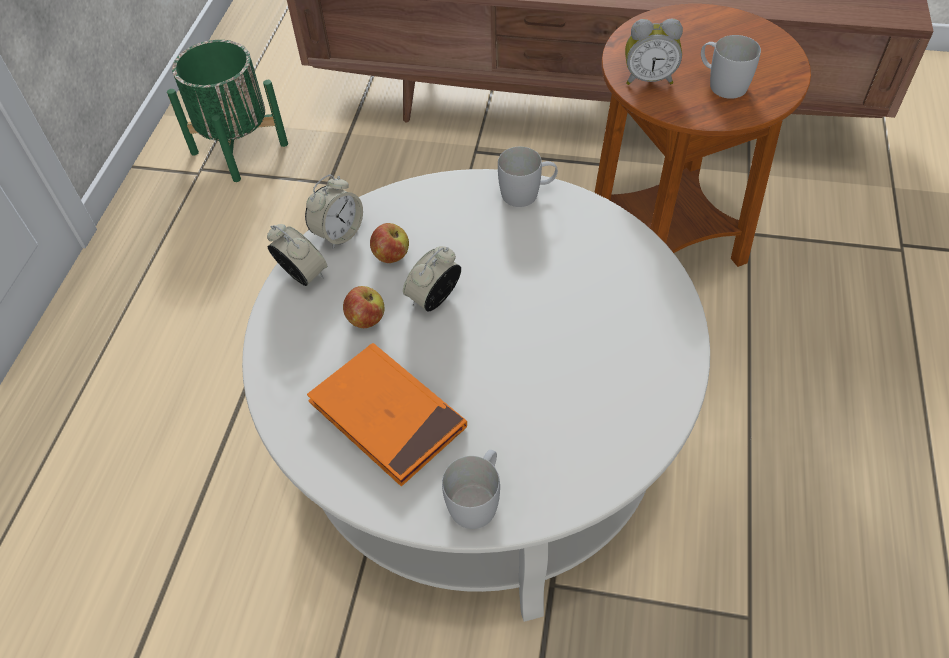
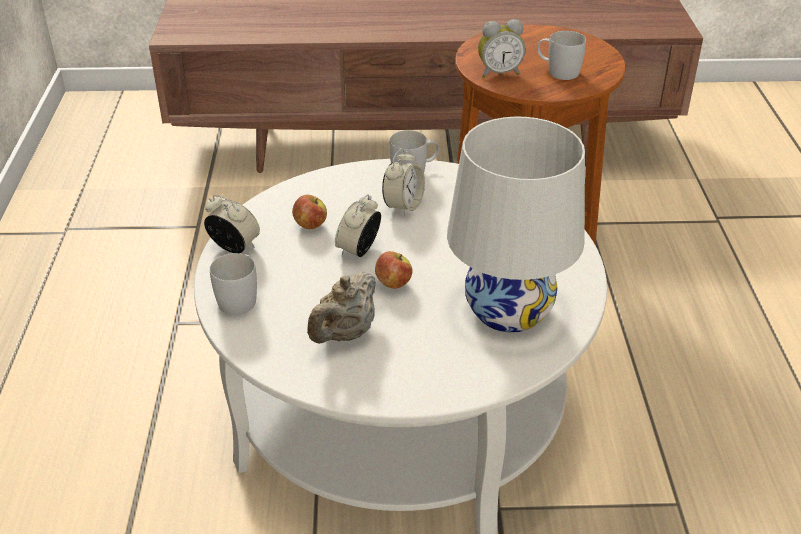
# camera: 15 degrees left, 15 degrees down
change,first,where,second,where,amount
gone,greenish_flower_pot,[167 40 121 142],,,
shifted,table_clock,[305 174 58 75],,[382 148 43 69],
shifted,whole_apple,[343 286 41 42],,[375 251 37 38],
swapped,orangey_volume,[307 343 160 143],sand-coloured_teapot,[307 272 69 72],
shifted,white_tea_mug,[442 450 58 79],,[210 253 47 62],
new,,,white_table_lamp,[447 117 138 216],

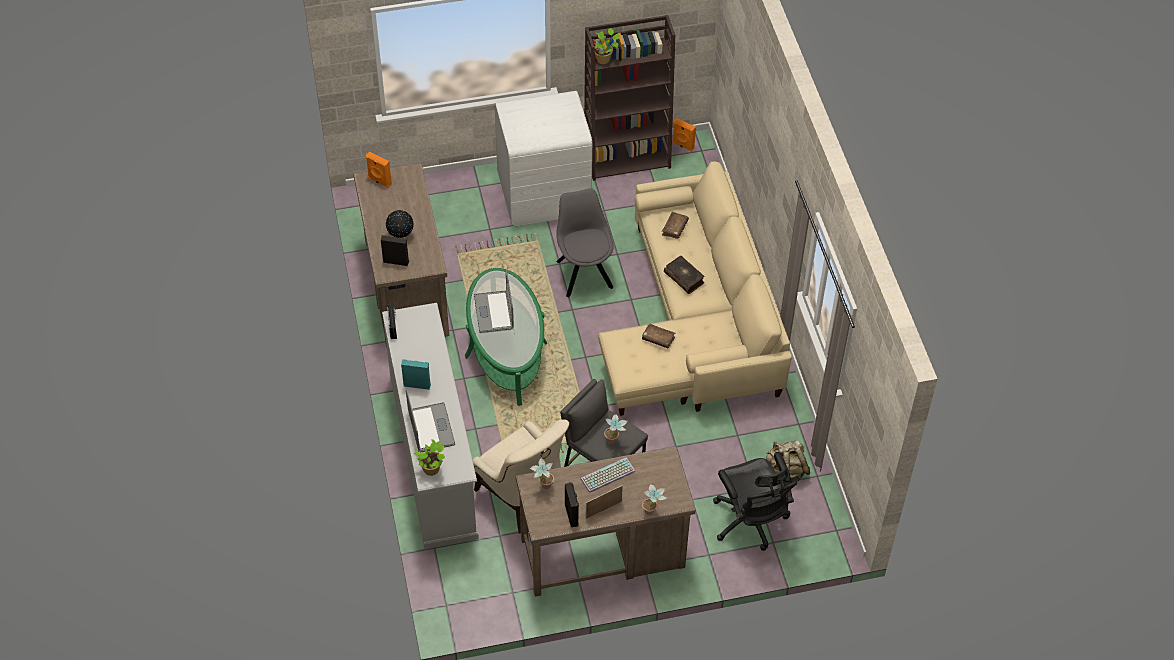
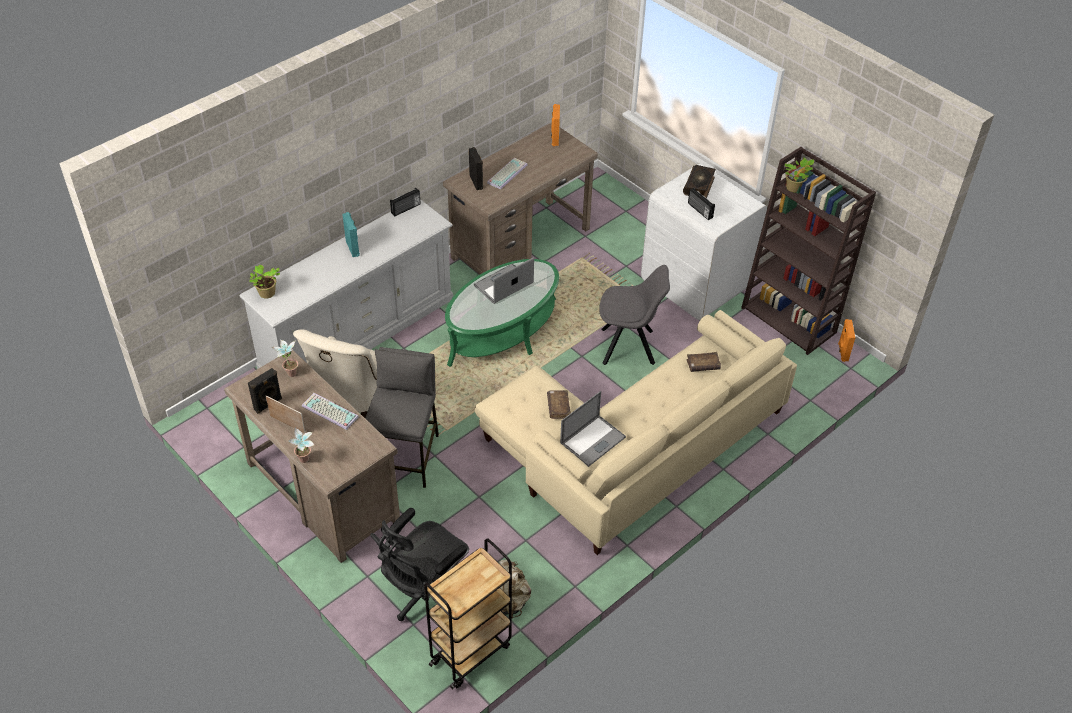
# camera: 60 degrees right, 5 degrees down
change,first,where,second,where,amount
rotated,gray_plain_chair,[556 189 57 108],,[599 265 71 100],45 degrees clockwise
swapped,world_globe,[386 210 28 28],PC_keyboard,[487 158 41 32],
shifted,volume,[664 256 40 38],,[683 165 33 33],
shifted,laptop,[406 389 49 63],,[560 391 66 76],
gone,potted_plant,[604 414 24 30],,,
new,,,radio_set,[688 188 27 32],
new,,,brown_trolley,[424 538 88 152],

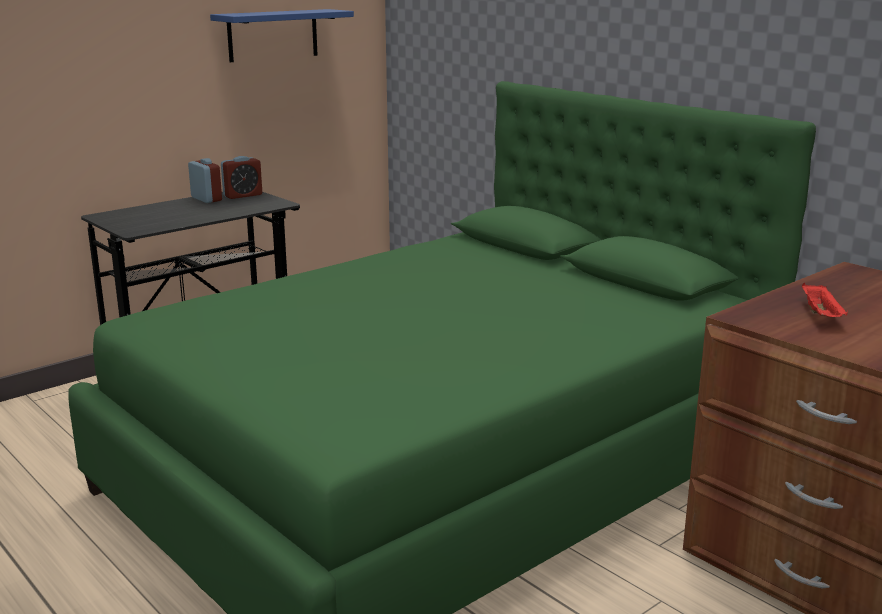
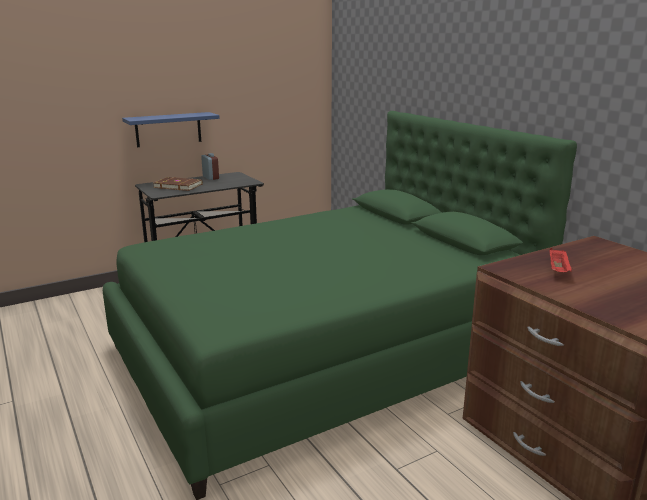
# camera: 10 degrees right, 0 degrees up
change,first,where,second,where,amount
shifted,blue-coloured_bracket_shelf,[210 9 144 53],,[122 112 98 35],
gone,table_clock,[221 156 41 43],,,
new,,,brown_volume,[153 177 50 14],

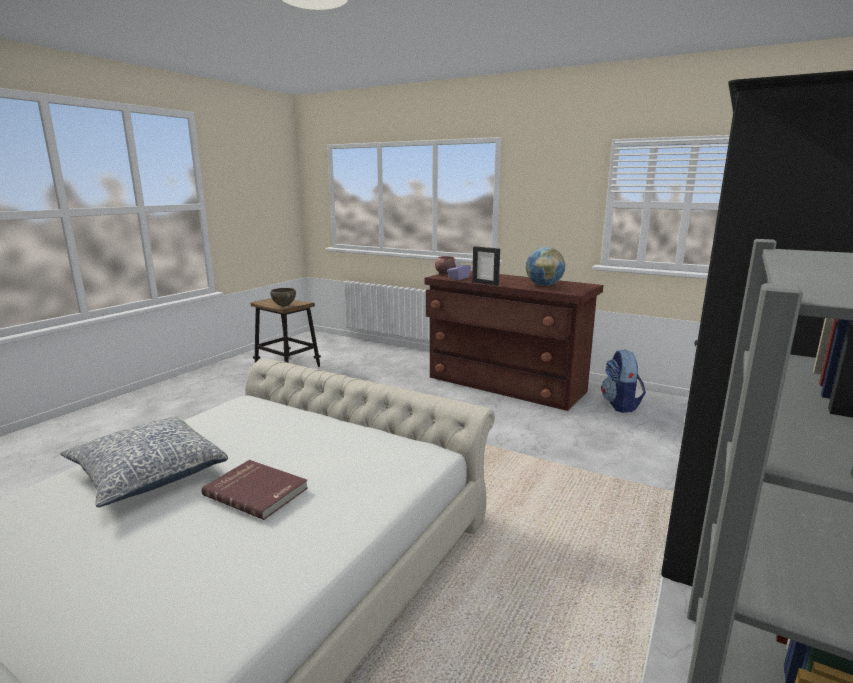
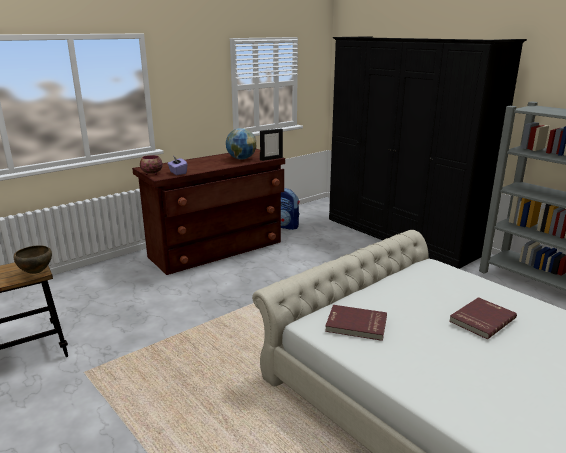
# camera: 70 degrees left, 5 degrees up
change,first,where,second,where,amount
shifted,photo_frame,[472 246 28 40],,[260 129 23 32],
gone,throw_pillow,[60 417 168 90],,,
new,,,red_volume,[325 305 62 36],

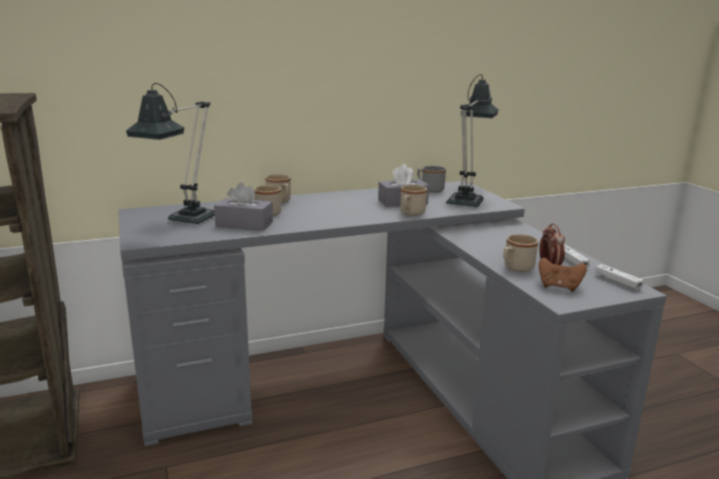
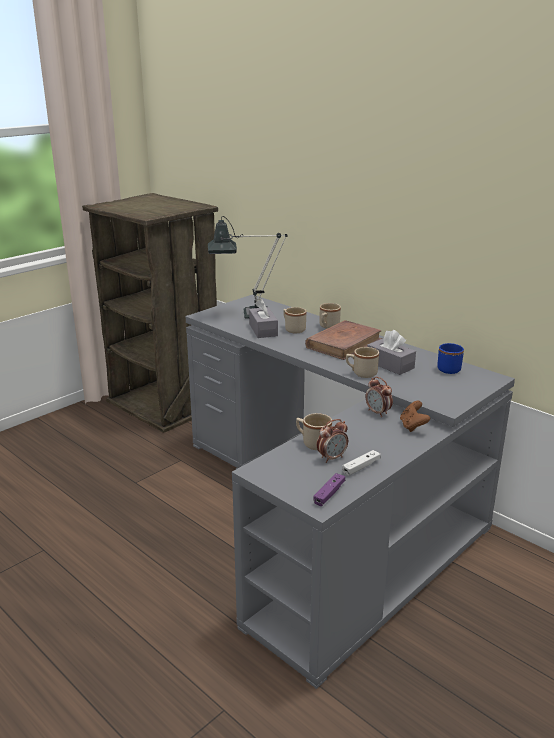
# camera: 65 degrees right, 5 degrees up
change,first,where,second,where,amount
gone,table_lamp,[446 74 53 134],,,
repainted,gray_tea_mug,[417 166 29 27],blue-coloured_tea_mug,[437 343 27 31],
shifted,brown_gamepad,[539 258 48 34],,[400 401 30 31],
repainted,white_gamepad,[595 264 49 26],purple_gamepad,[313 473 32 33],
new,,,brown_volume,[305 320 77 40],
new,,,table_clock,[365 377 28 40],

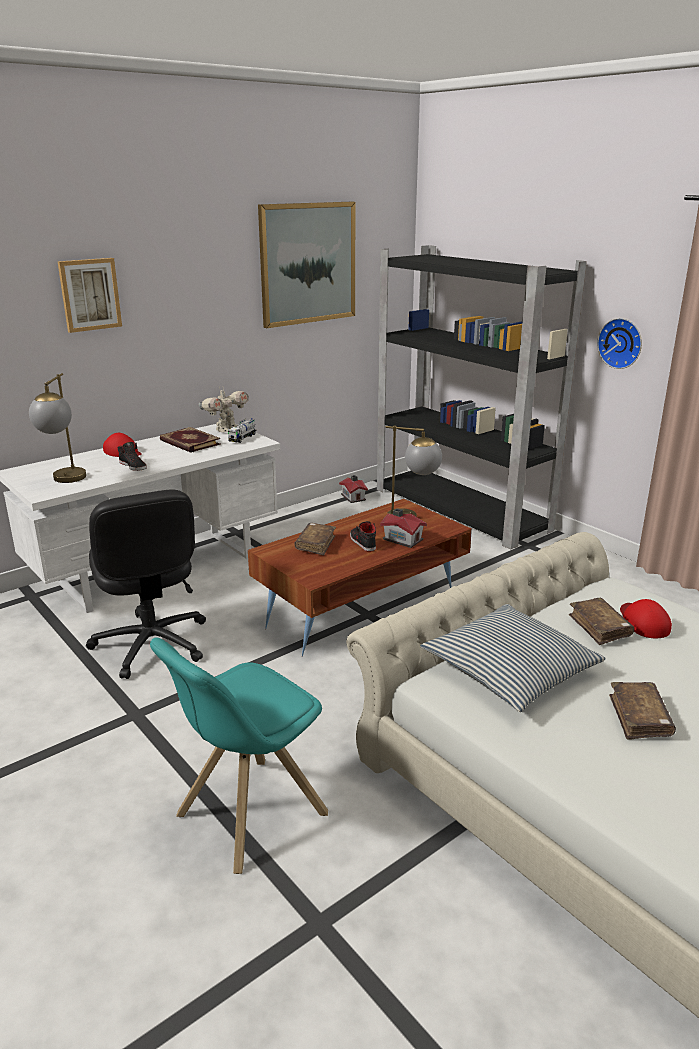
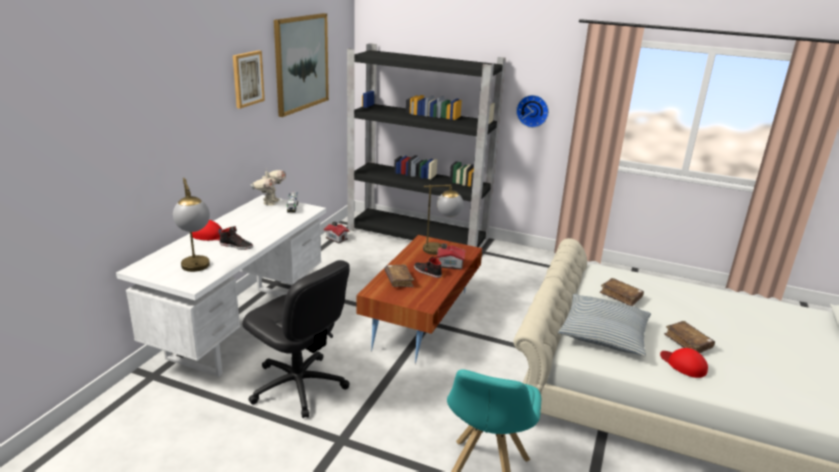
# camera: 30 degrees left, 0 degrees up
change,first,where,second,where,amount
shifted,wall_picture,[58 258 64 75],,[233 50 32 59],
gone,volume,[160 427 61 26],,,
shifted,red_peaked_cap,[620 599 52 39],,[660 348 48 30],

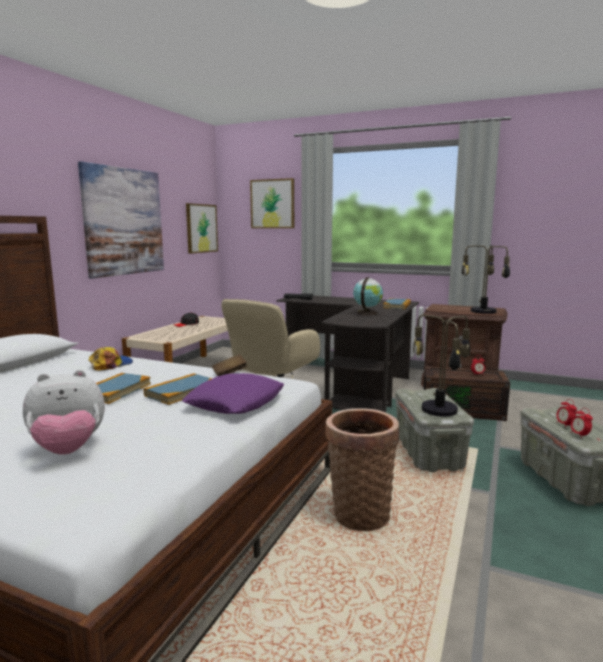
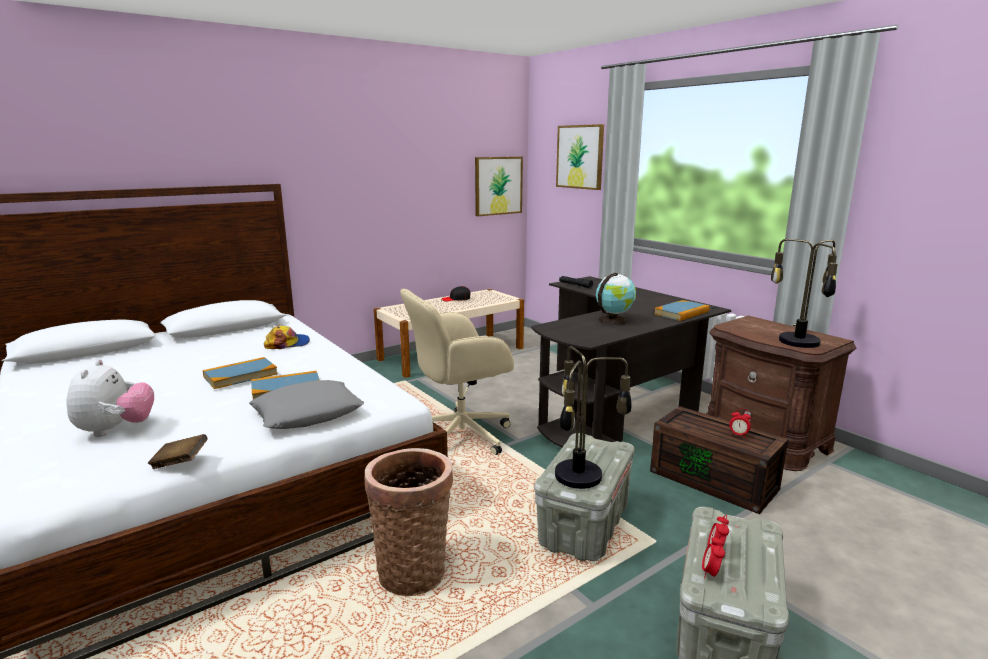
# camera: 30 degrees right, 5 degrees up
change,first,where,second,where,amount
gone,wall_picture,[78 161 86 118],,,
shifted,brown_volume,[212 354 35 22],,[148 434 60 35],
rotated,plush_toy,[23 370 82 85],,[66 360 88 77],105 degrees counterclockwise
repainted,purple_throw_pillow,[182 373 102 41],gray_throw_pillow,[249 380 115 49],

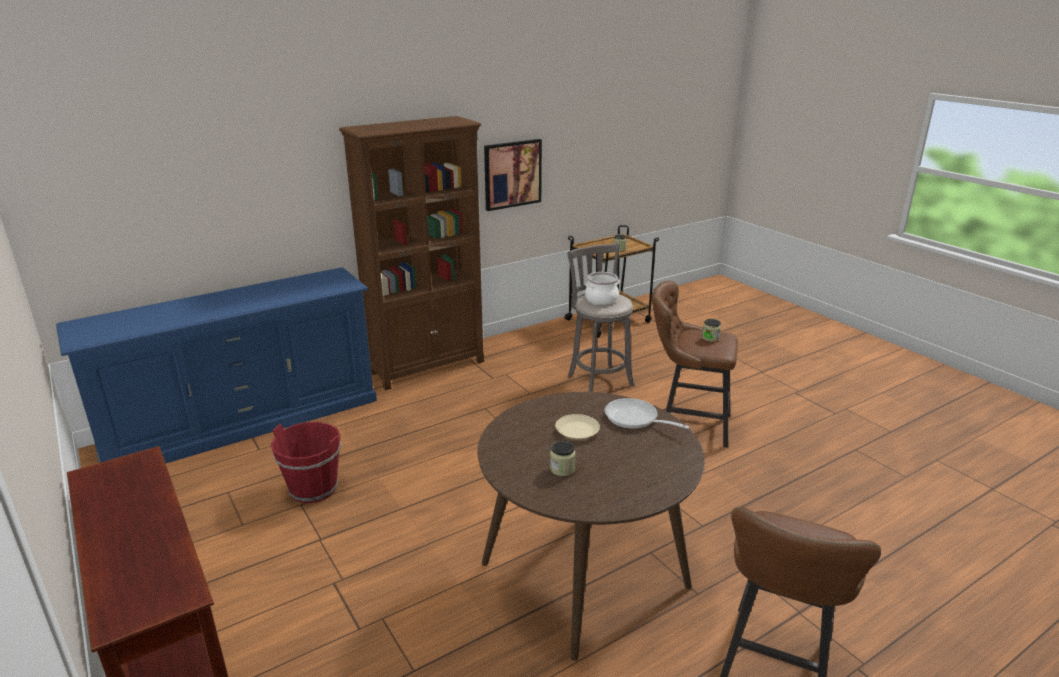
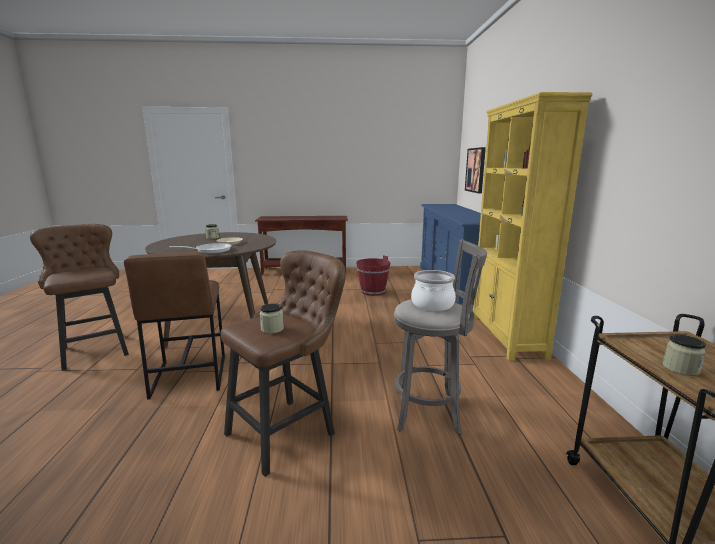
# camera: 120 degrees right, 10 degrees down
change,first,where,second,where,amount
repainted,brown_shelving_unit,[339 116 145 274],yellow-coloured_shelving_unit,[472 92 121 269],
shifted,wall_picture,[484 139 58 72],,[465 147 21 47],
new,,,brown_plain_chair,[124 252 101 148],

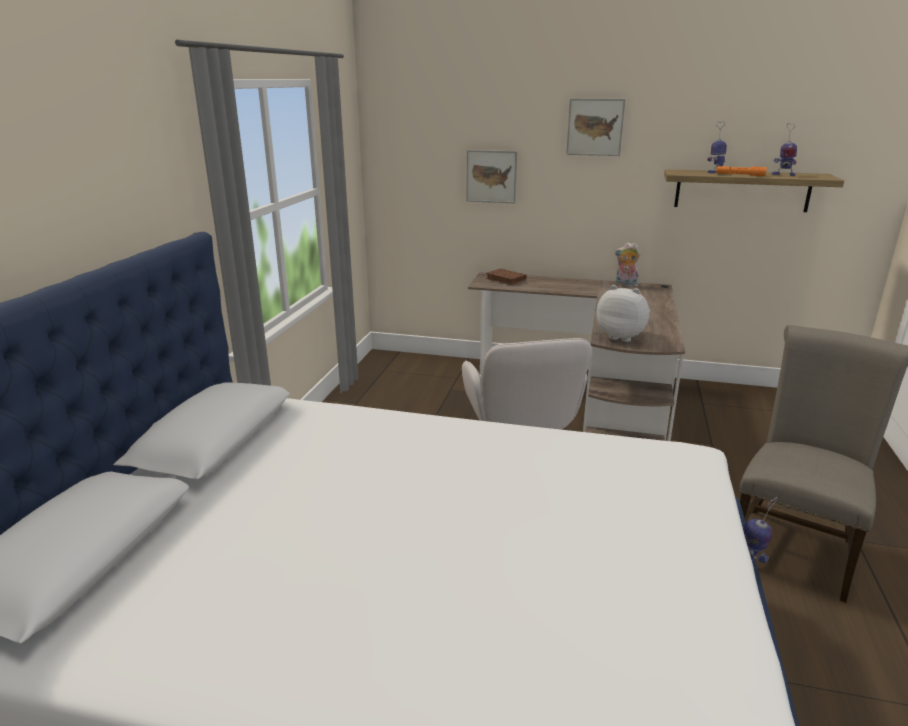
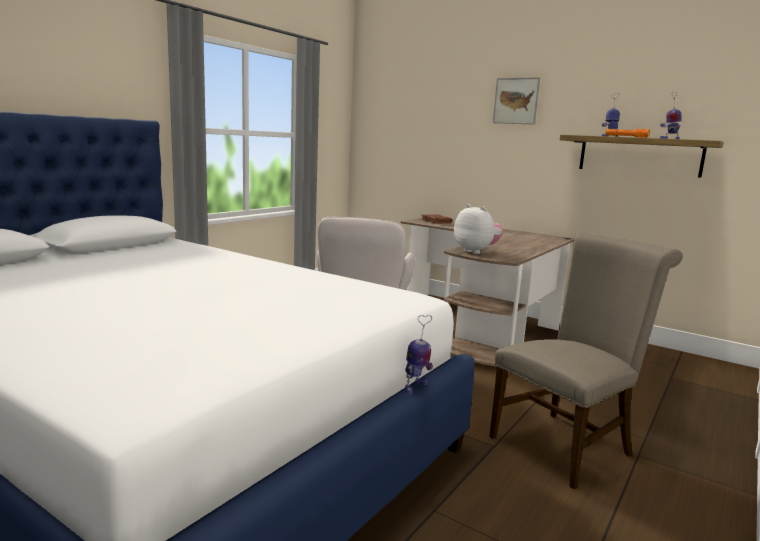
# camera: 20 degrees right, 10 degrees down
change,first,where,second,where,amount
gone,wall_picture,[466 150 51 53],,,
gone,plush_toy,[615 242 25 45],,,

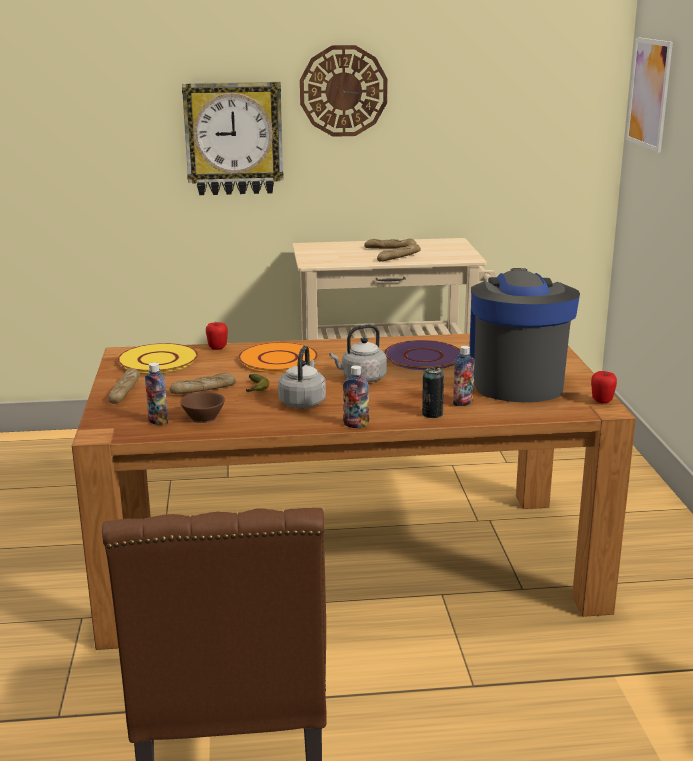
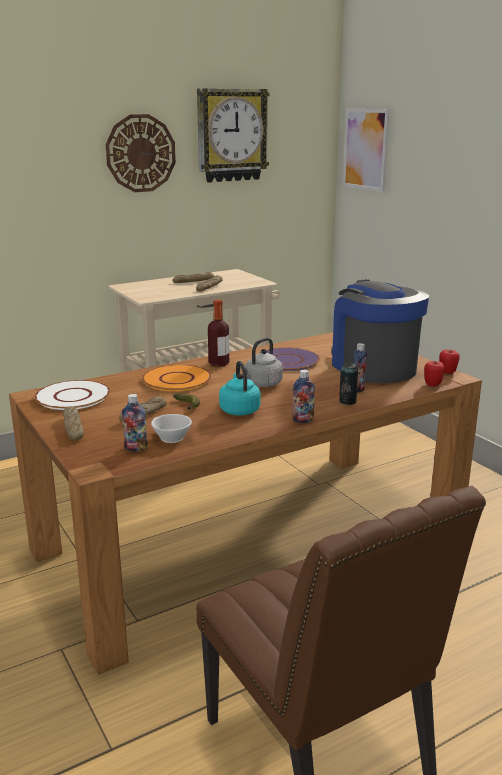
# camera: 25 degrees left, 0 degrees up
change,first,where,second,where,amount
shifted,hanging_clock,[182 82 101 113],,[197 88 73 94],
shifted,whole_apple,[206 322 22 28],,[424 361 21 25],
repainted,yellow-coloured_plate,[117 343 81 30],white_plate,[35 380 75 30],
repainted,gray_tea_kettle,[278 346 48 62],turquoise-coloured_tea_kettle,[219 361 42 55],
repainted,brown_small_cup,[180 392 45 31],white_small_cup,[151 414 41 29],
new,,,bottle,[208 299 21 68],

